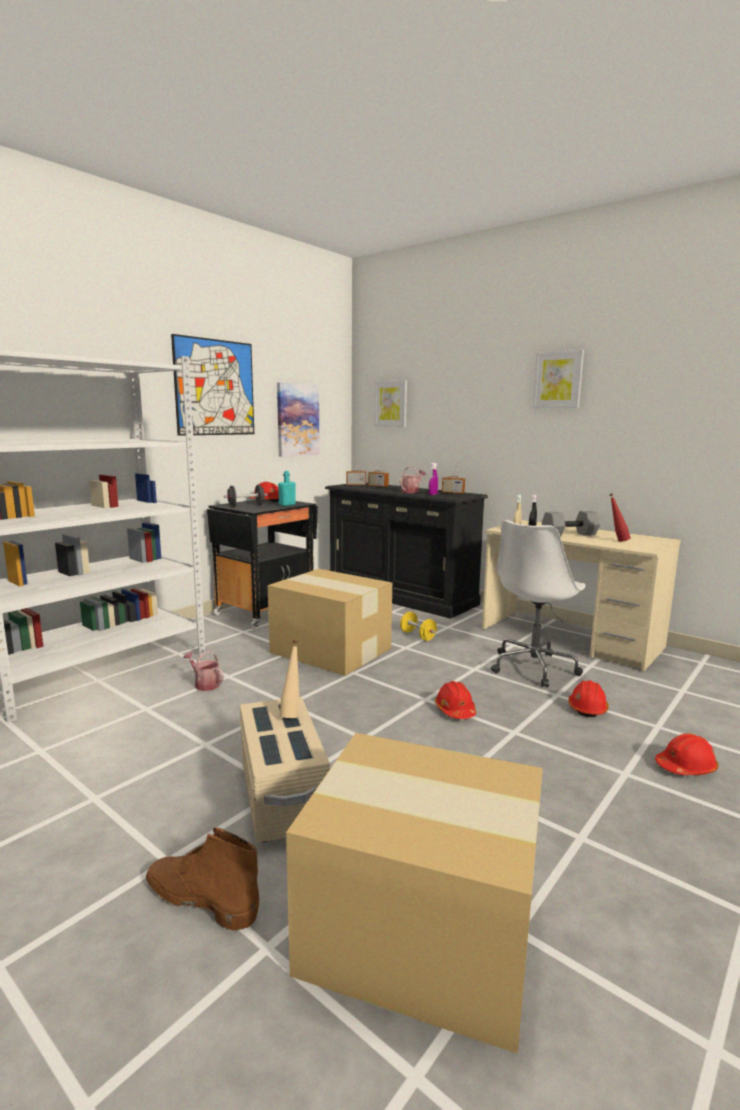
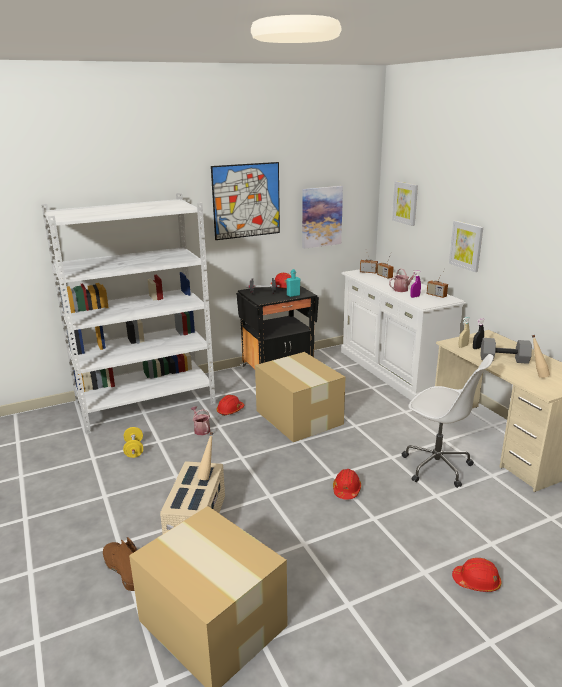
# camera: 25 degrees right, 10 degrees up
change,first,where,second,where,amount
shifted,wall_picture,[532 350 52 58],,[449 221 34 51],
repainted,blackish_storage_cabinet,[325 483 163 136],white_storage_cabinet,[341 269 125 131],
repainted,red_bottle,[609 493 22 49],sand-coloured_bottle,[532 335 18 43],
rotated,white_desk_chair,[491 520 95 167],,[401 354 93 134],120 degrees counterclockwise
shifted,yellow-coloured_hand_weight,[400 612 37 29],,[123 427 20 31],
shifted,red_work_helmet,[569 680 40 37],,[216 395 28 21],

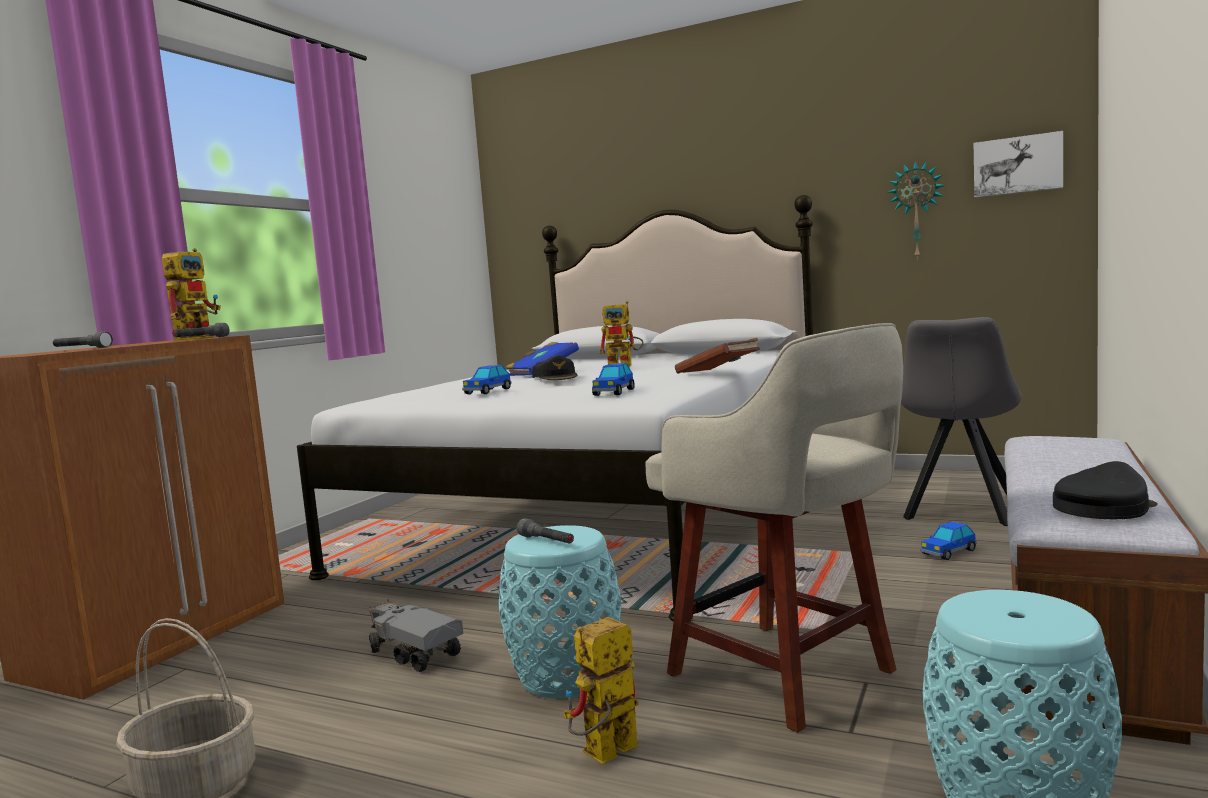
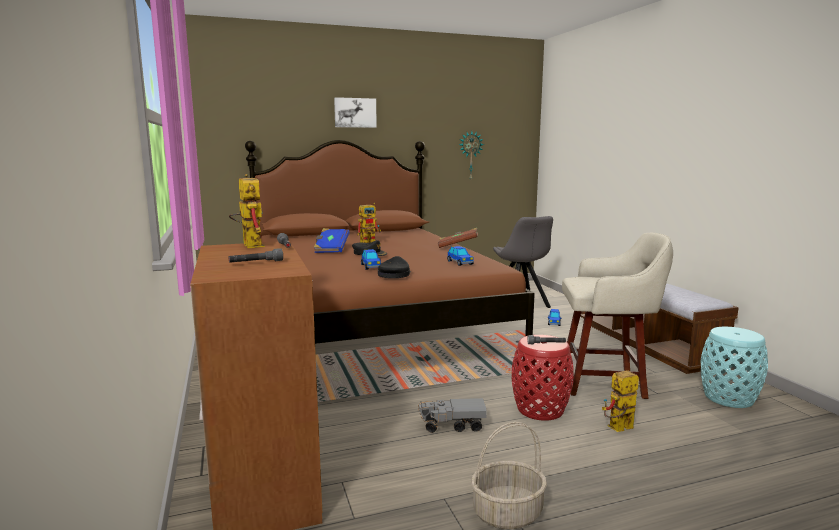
# camera: 45 degrees left, 5 degrees up
change,first,where,second,where,amount
shifted,wall_picture,[974 131 89 67],,[334 97 43 31],
repainted,white_bed,[297 195 516 427],brown_bed,[245 140 290 230],
shifted,blackish_peaked_cap,[1053 461 105 58],,[378 256 33 22],
repainted,turquoise-coloured_stool,[499 525 122 174],red_stool,[511 335 63 86],
rotated,robot_figure,[563 617 76 147],,[602 370 37 62],60 degrees clockwise

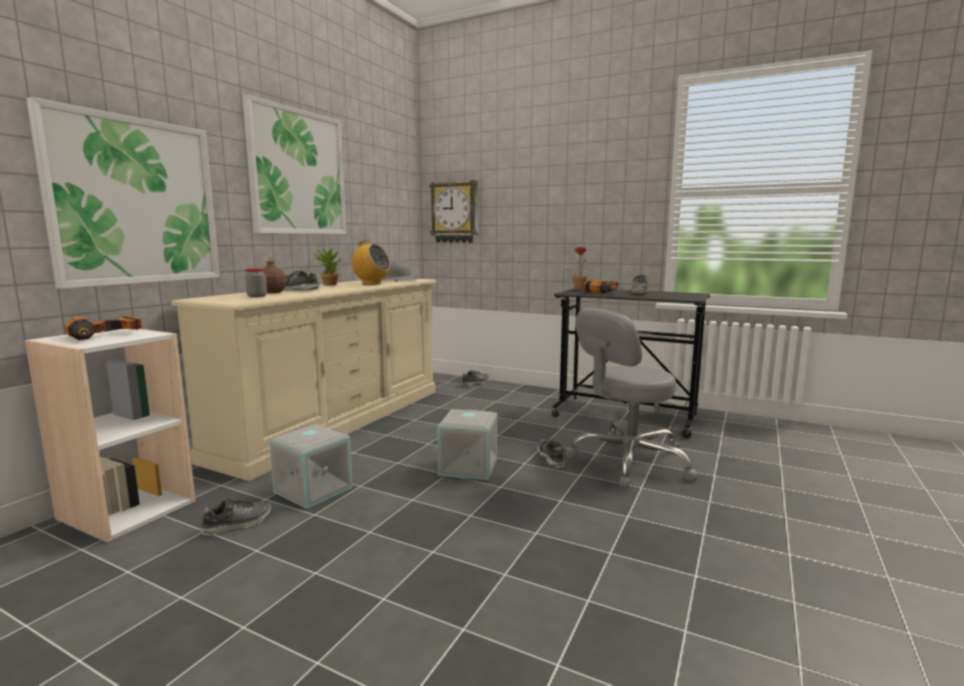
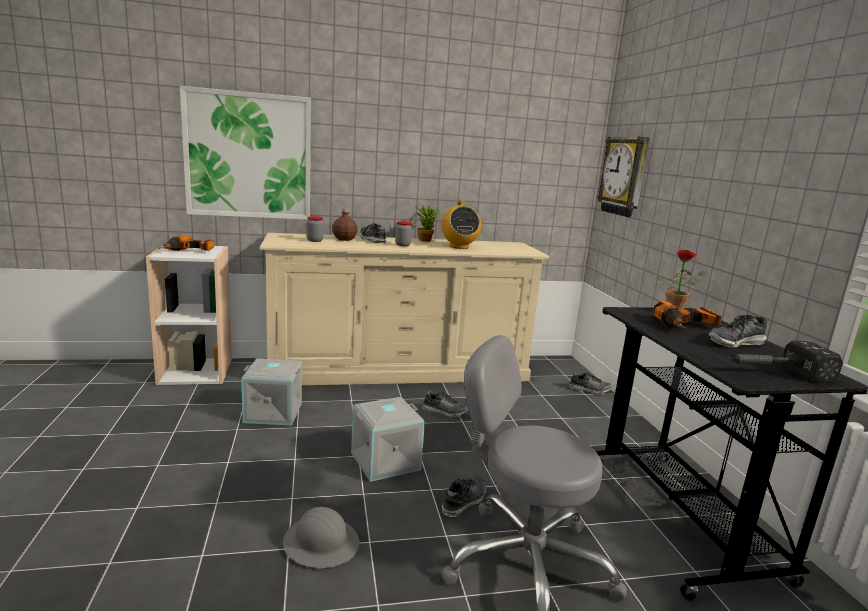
# camera: 50 degrees right, 5 degrees up
change,first,where,second,where,amount
gone,wall_picture,[242 94 104 140],,,
shifted,gray_work_helmet,[381 260 36 22],,[283 507 76 61],
shifted,shoe,[201 499 70 37],,[422 391 46 26],
new,,,storage_jar,[395 221 17 25],
new,,,tool_hammer,[728 341 115 42],

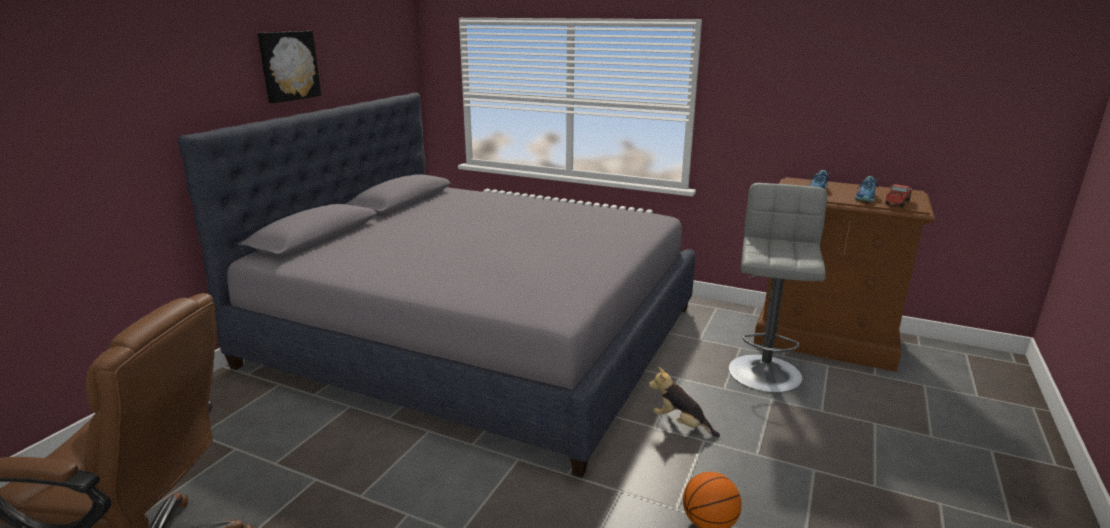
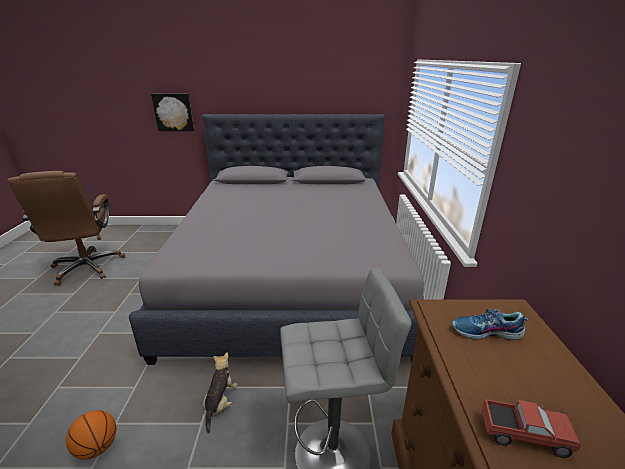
# camera: 65 degrees right, 5 degrees up
change,first,where,second,where,amount
shifted,wall_picture,[257 31 64 72],,[151 94 43 37],
gone,shoe,[855 176 23 26],,,

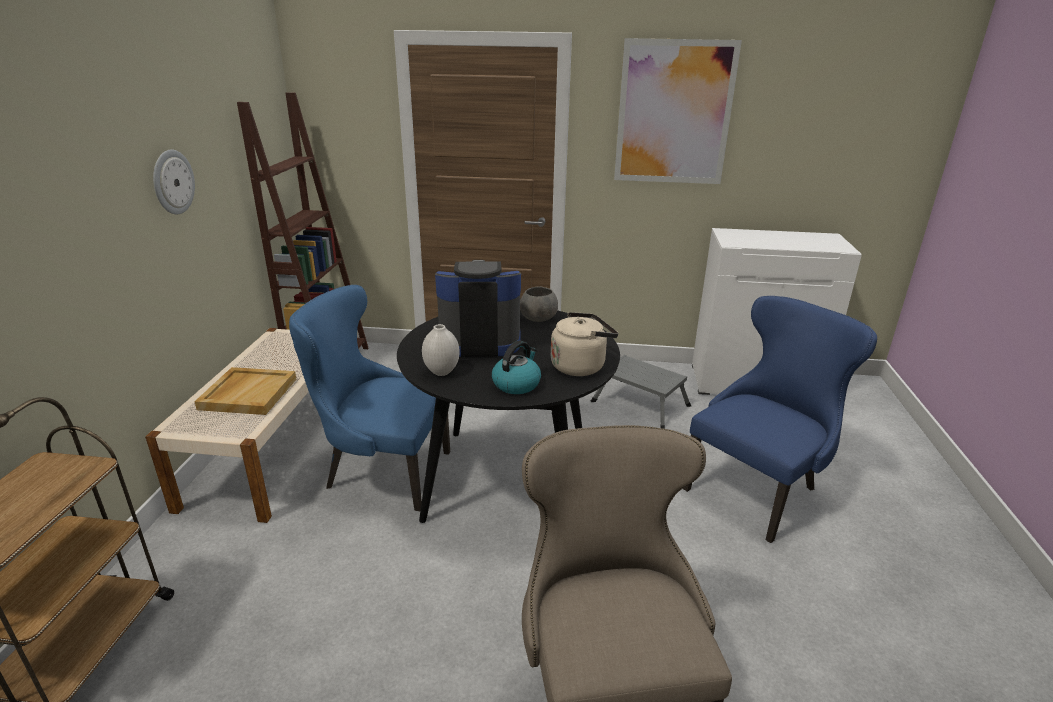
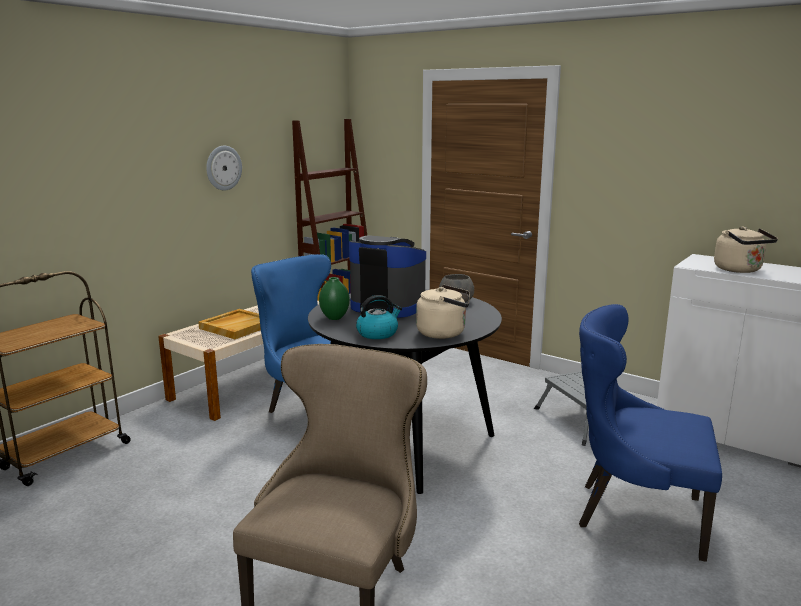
# camera: 30 degrees right, 10 degrees down
change,first,where,second,where,amount
gone,wall_picture,[614 38 128 146],,,
rotated,blue-coloured_plain_chair,[683 296 194 247],,[579 304 143 258],150 degrees counterclockwise
repainted,white_vase,[422 324 38 52],greenish_vase,[319 277 31 43],
new,,,sand-coloured_tea_kettle,[714 226 64 47],

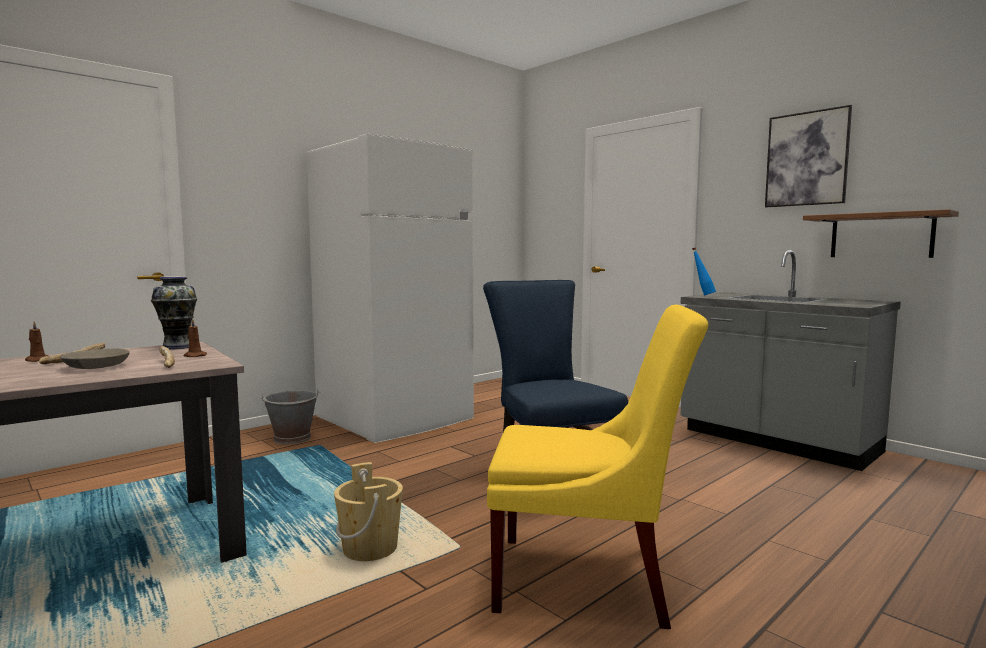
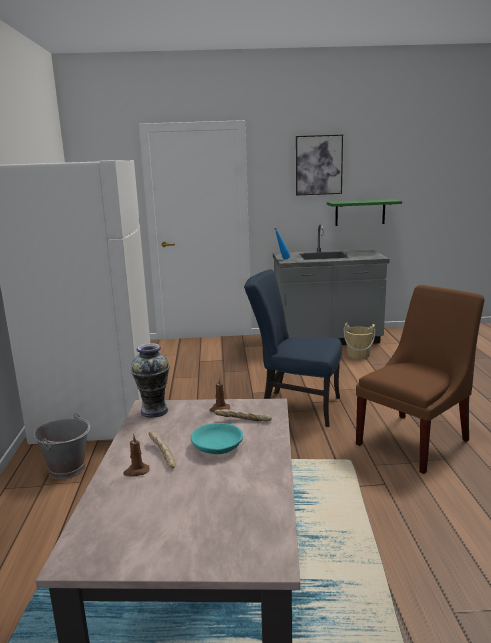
# camera: 50 degrees left, 10 degrees up
change,first,where,second,where,amount
repainted,brown_bracket_shelf,[803 209 156 49],greenish_bracket_shelf,[327 199 75 27],
repainted,yellow-coloured_plain_chair,[487 305 221 324],brown_plain_chair,[356 285 129 189],
repainted,gray_deep_dish,[60 349 70 20],turquoise-coloured_deep_dish,[191 423 52 31],
shifted,sand-coloured_pail,[334 462 69 99],,[344 323 31 36],

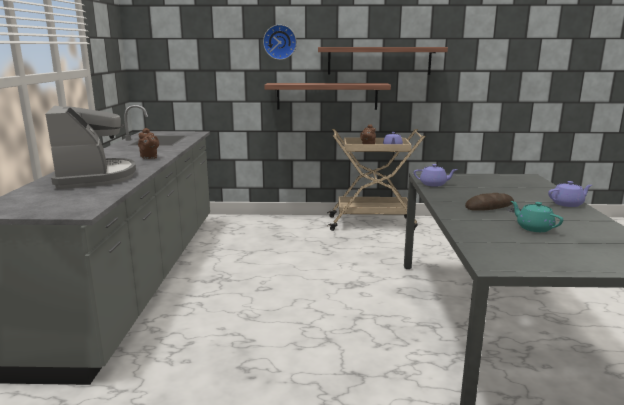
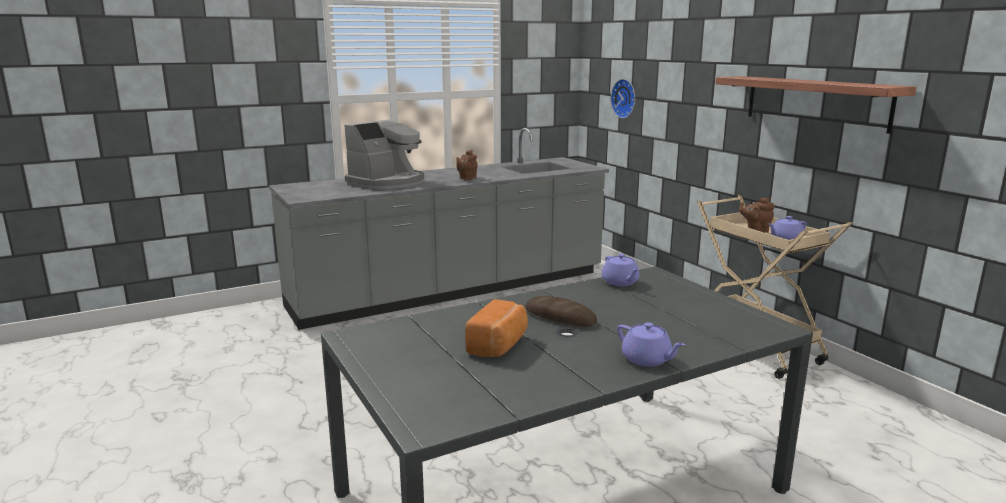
# camera: 60 degrees right, 0 degrees up
change,first,where,second,where,amount
shifted,hanging_clock,[263 24 34 36],,[611 79 24 39],
gone,bracket_shelf,[264 83 127 27],,,
swapped,turquoise-coloured_teapot,[511 201 52 31],bakery_bread,[465 299 63 58],

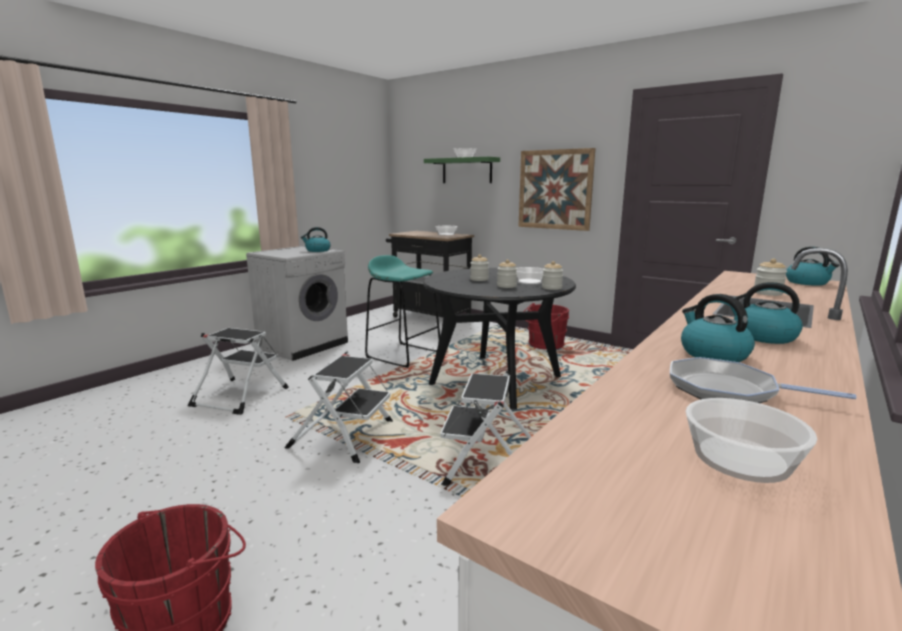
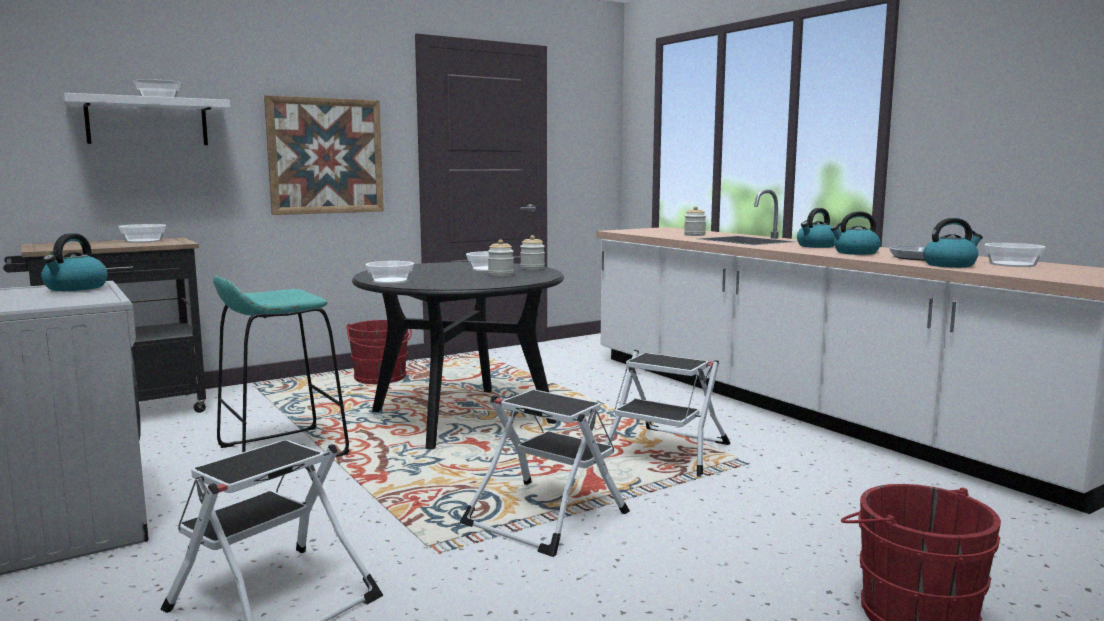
# camera: 70 degrees left, 5 degrees down
change,first,where,second,where,amount
repainted,greenish_bracket_shelf,[424 157 76 26],white_bracket_shelf,[62 93 168 52],
shifted,tea_kettle,[786 247 53 39],,[923 218 60 50],
gone,storage_jar,[470 255 19 26],,,
new,,,deep_dish,[365 261 49 23],

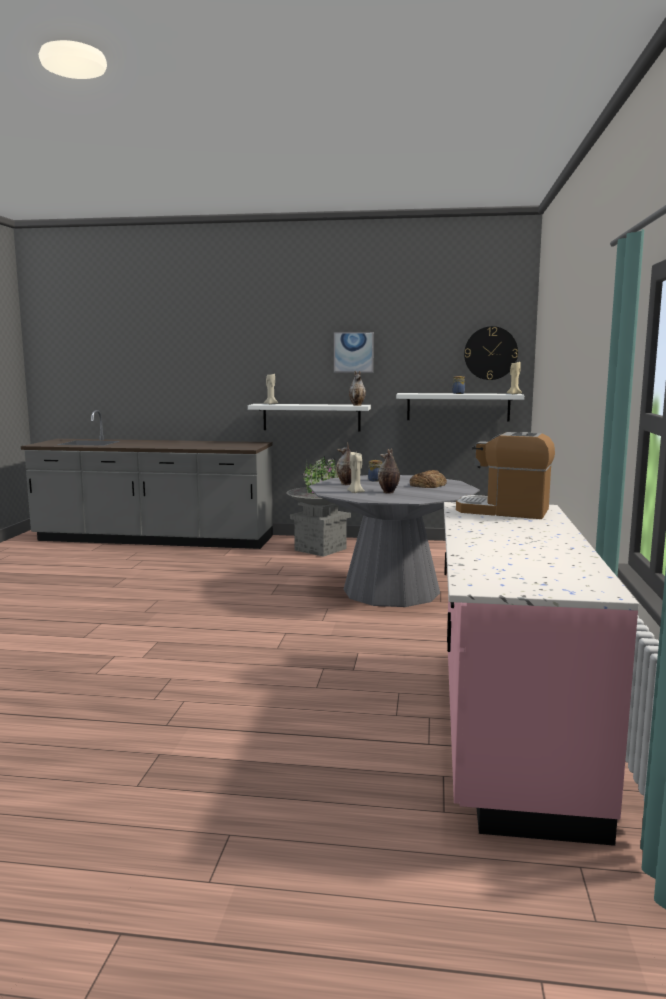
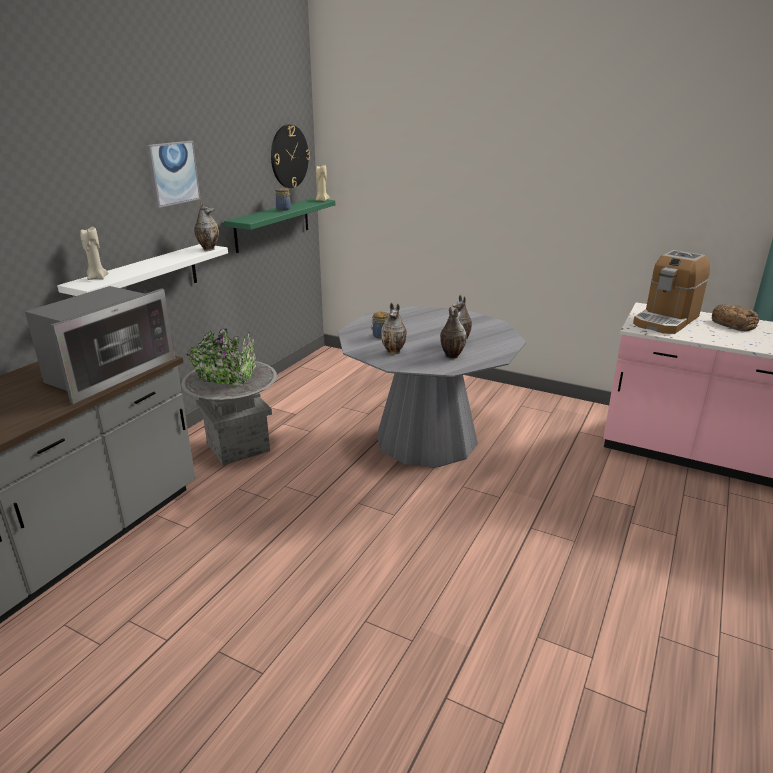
# camera: 70 degrees left, 15 degrees up
change,first,where,second,where,amount
repainted,white_bracket_shelf,[396 393 128 28],greenish_bracket_shelf,[224 198 111 55],
swapped,sand-coloured_candle,[347 452 18 41],vase,[440 307 27 52],
shifted,bakery_bread,[410 470 37 18],,[712 304 47 27],
new,,,kitchen_microwave,[25 286 150 118],

